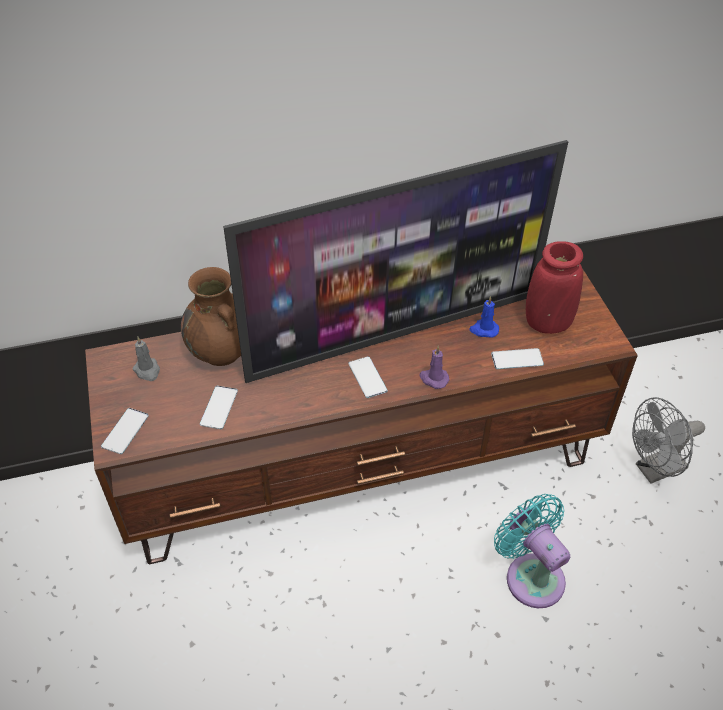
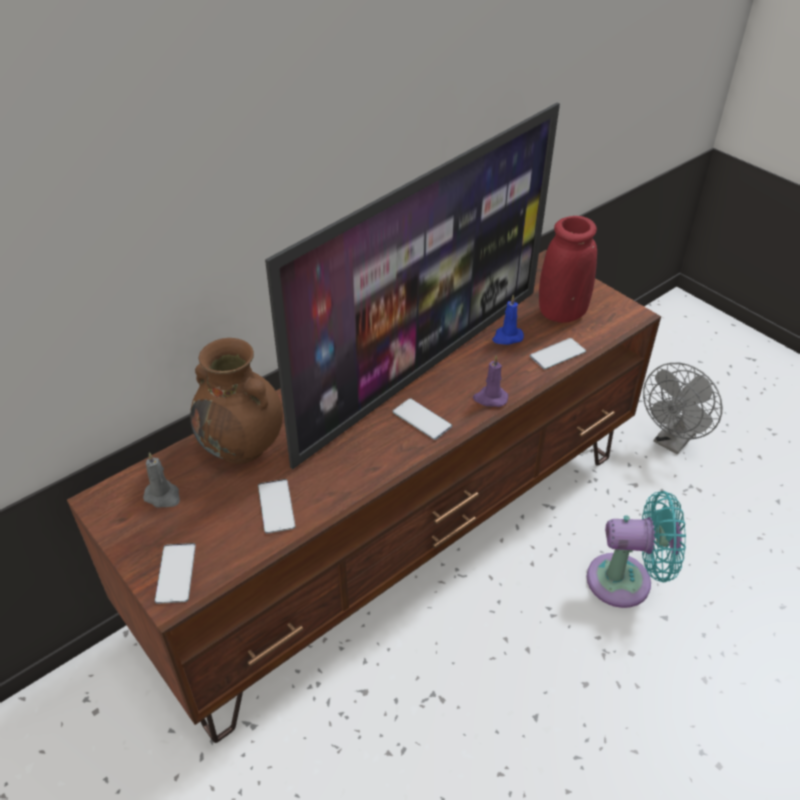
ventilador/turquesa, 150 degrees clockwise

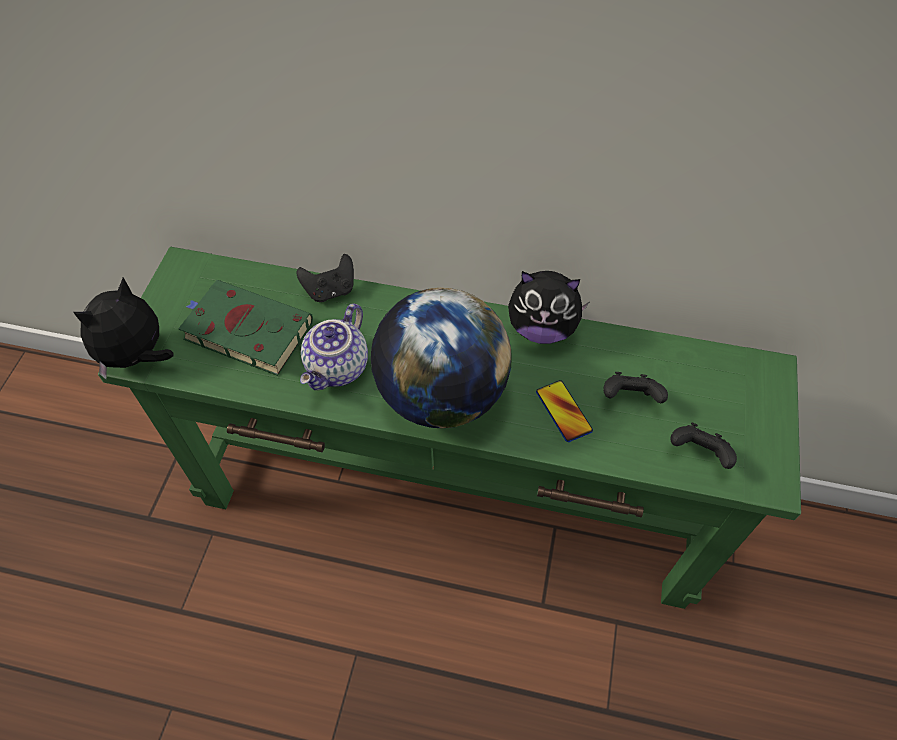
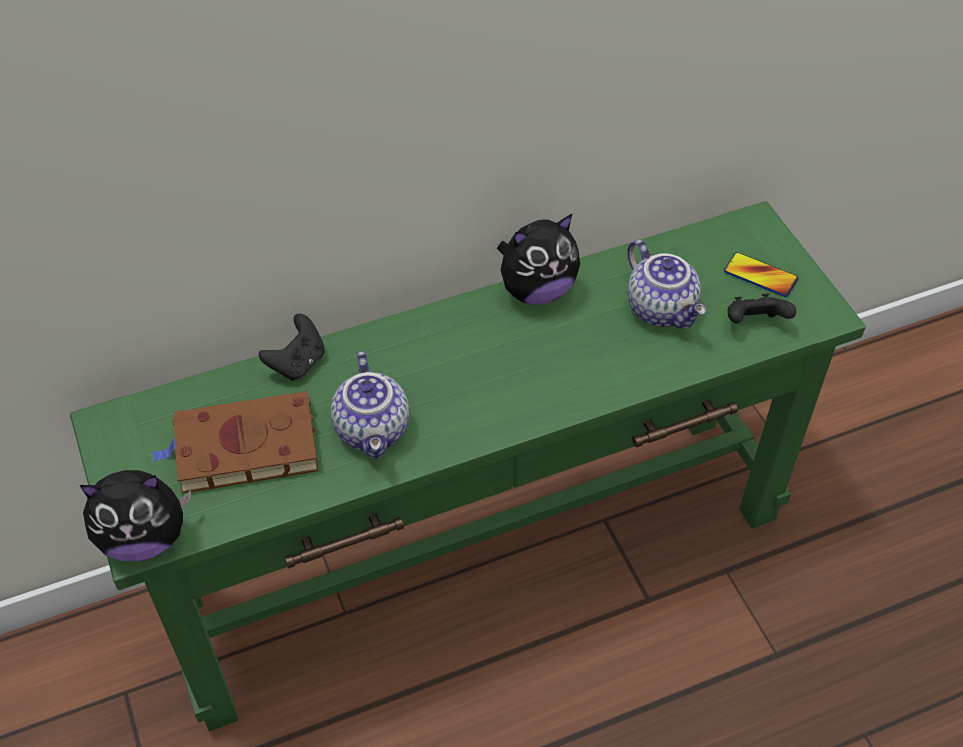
globo terráqueo -> none
móvil, shifted
mando de consola/negro (no. 2 from left) -> tetera (no. 2 from left)
libro/verde -> libro/marrón
peluche (no. 1 from left), 105 degrees counterclockwise

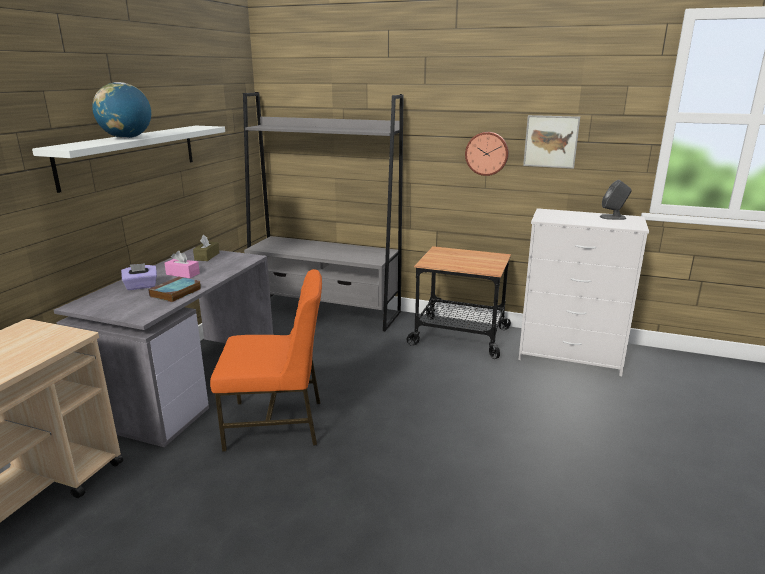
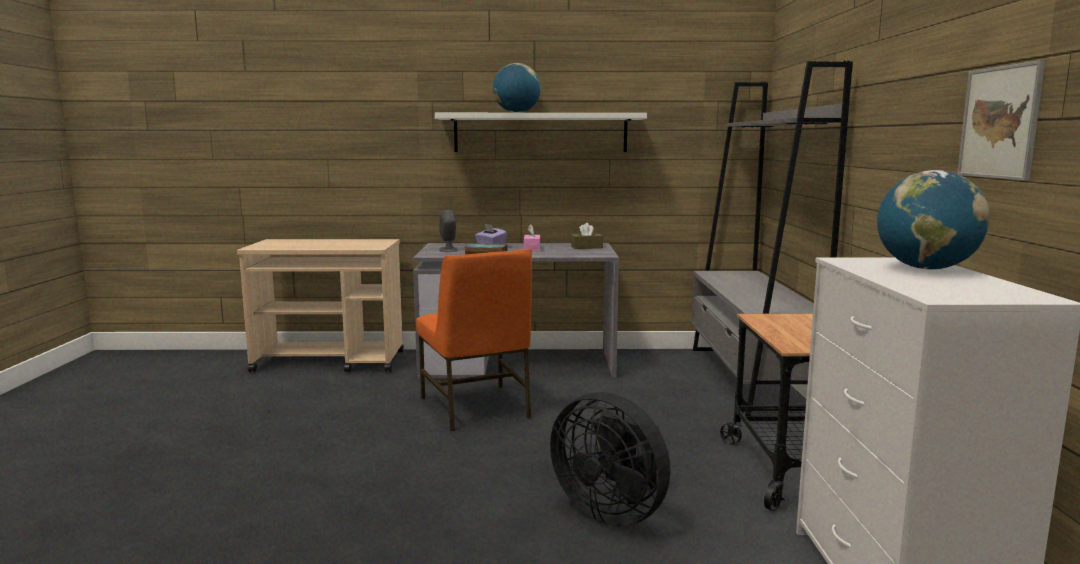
reloj de pared -> none
none -> ventilador/negro
none -> globo terráqueo (no. 2 from left)
altavoz/gris, shifted

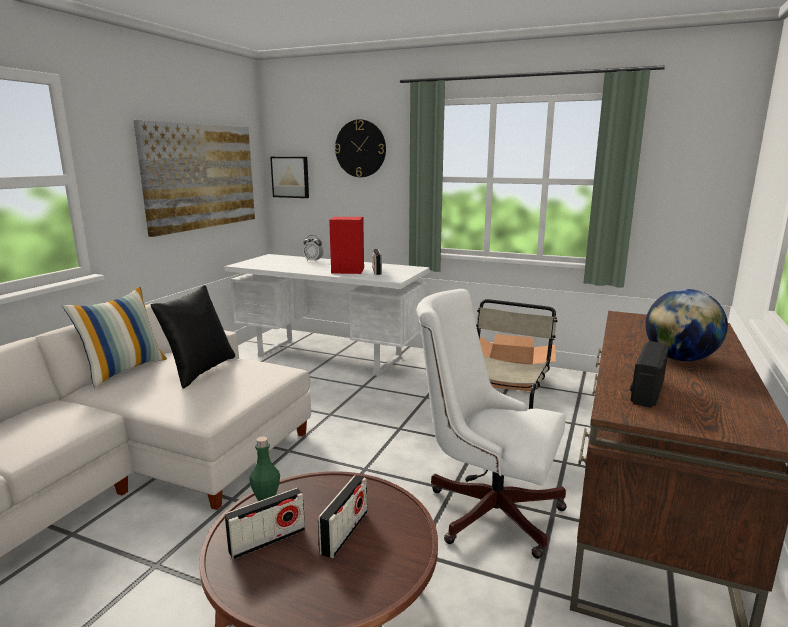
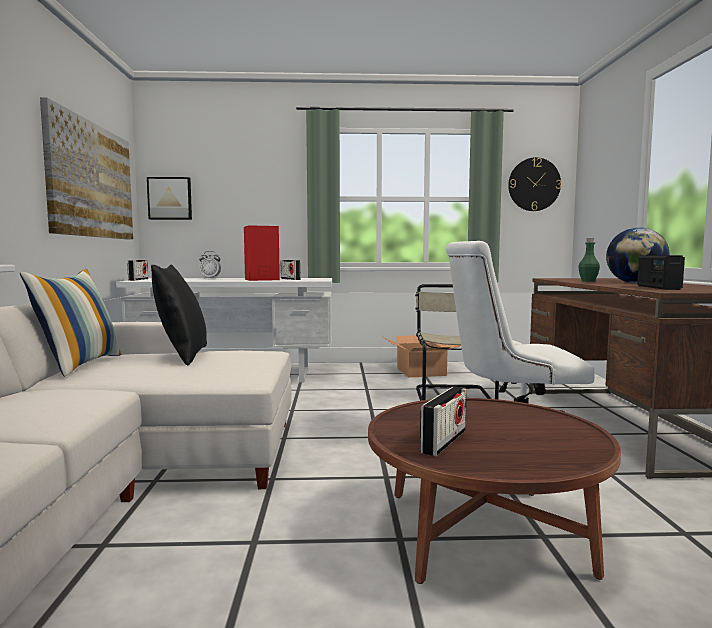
botella/verde, shifted
radio (no. 2 from left in the first image) -> radio (no. 1 from left), shifted
reloj de pared, shifted

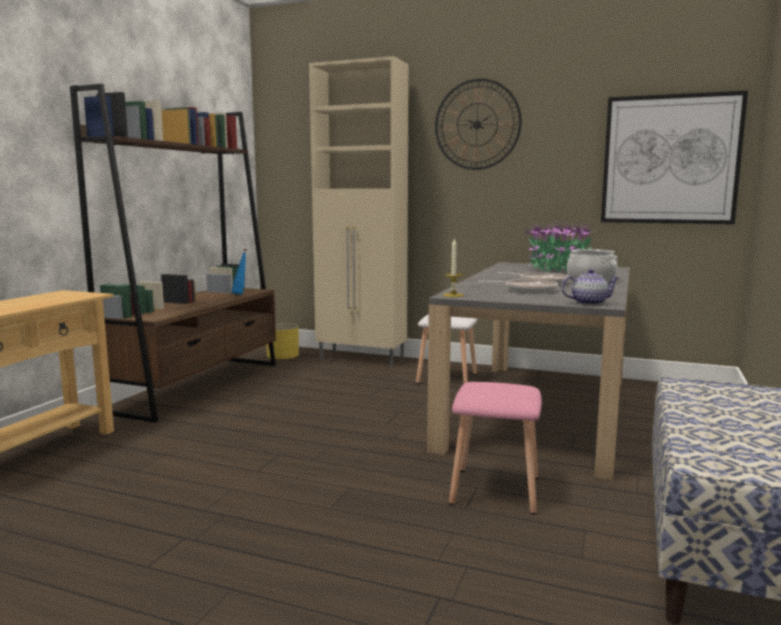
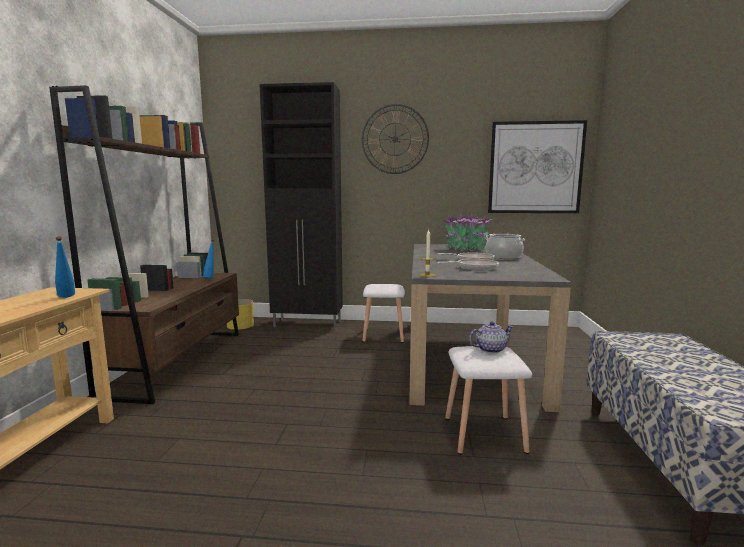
none -> botella/azul (no. 1 from left)
tetera, shifted
armario/beis -> armario/negro
taburete/rosa -> taburete/blanco (no. 2 from left)

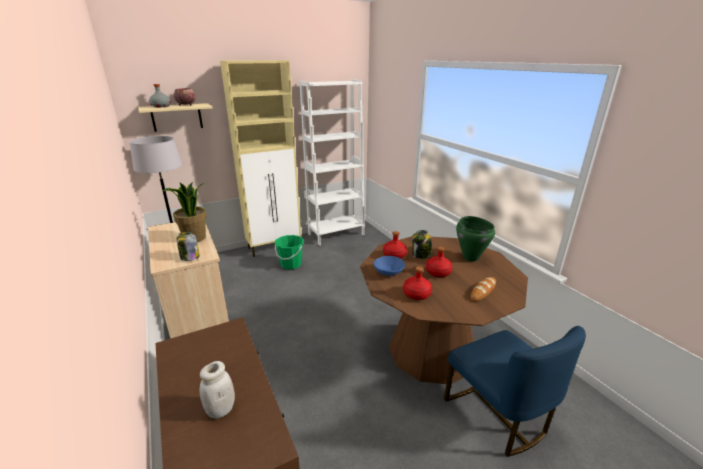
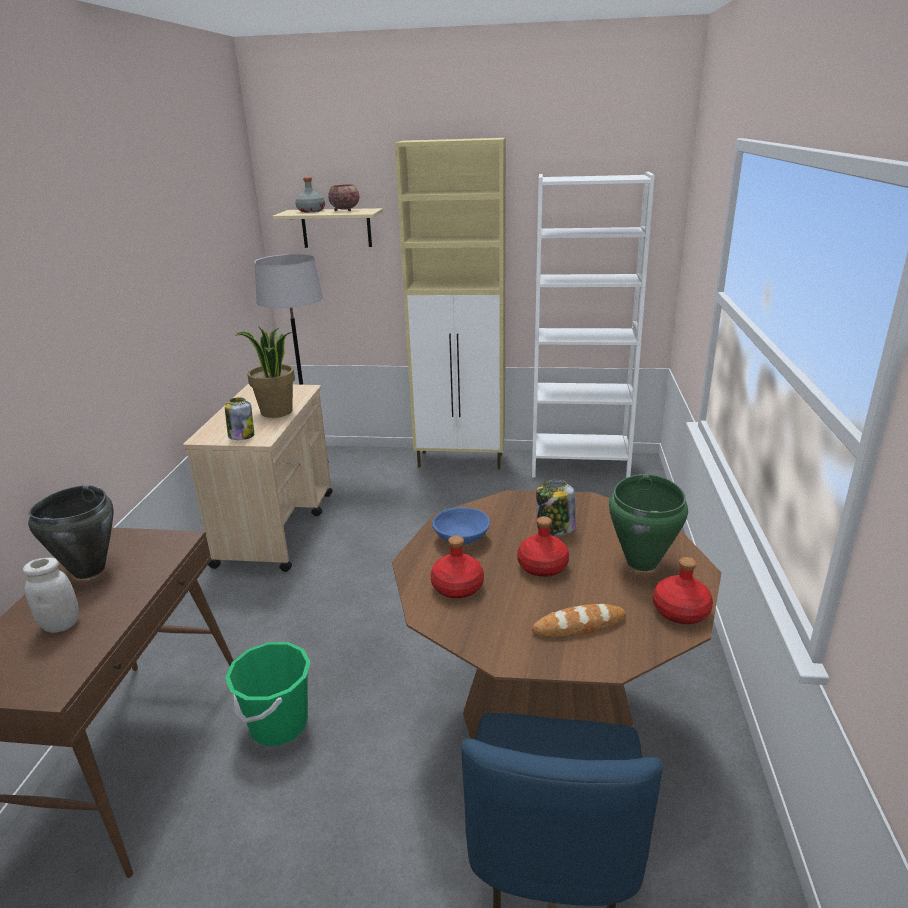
none -> olla/negro
cubo/verde, shifted
botella/rojo (no. 1 from left in the first image) -> botella/rojo (no. 3 from left), shifted

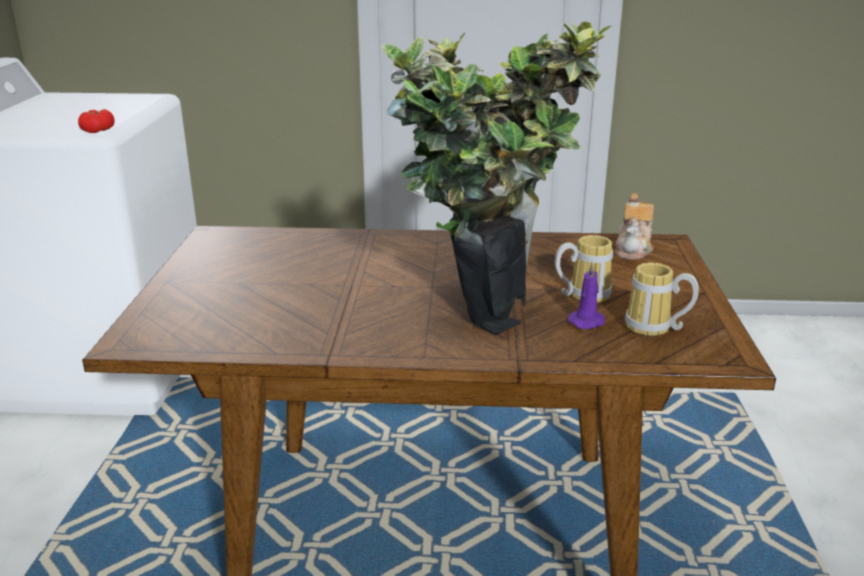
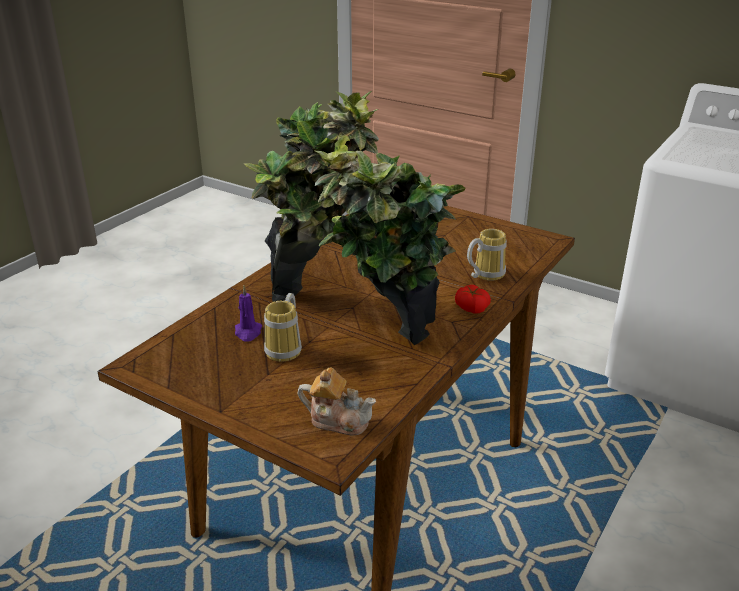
tomate, shifted
taza grande (no. 2 from left), shifted
tetera, 150 degrees clockwise

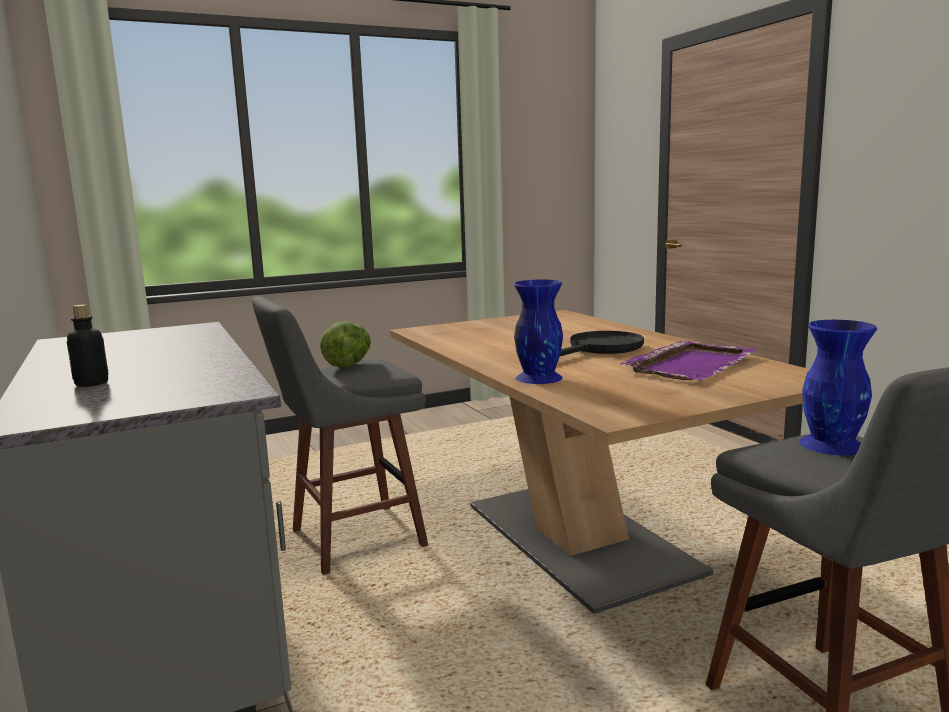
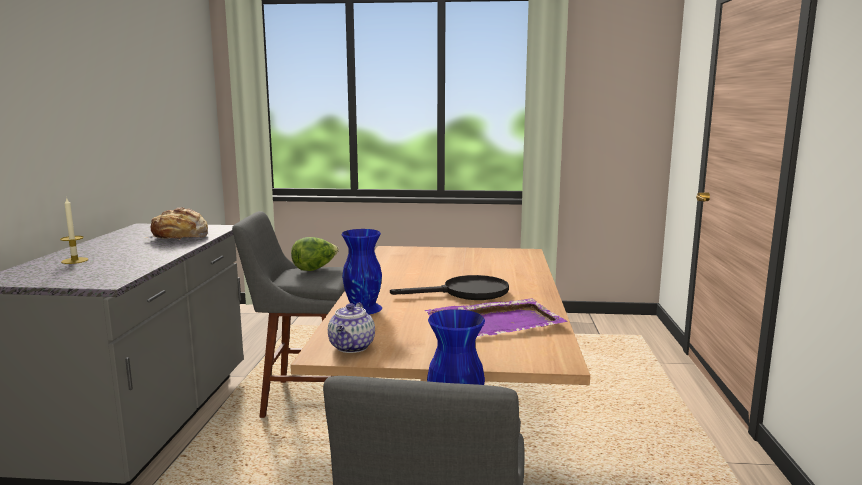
none -> pan
none -> tetera
botella -> vela

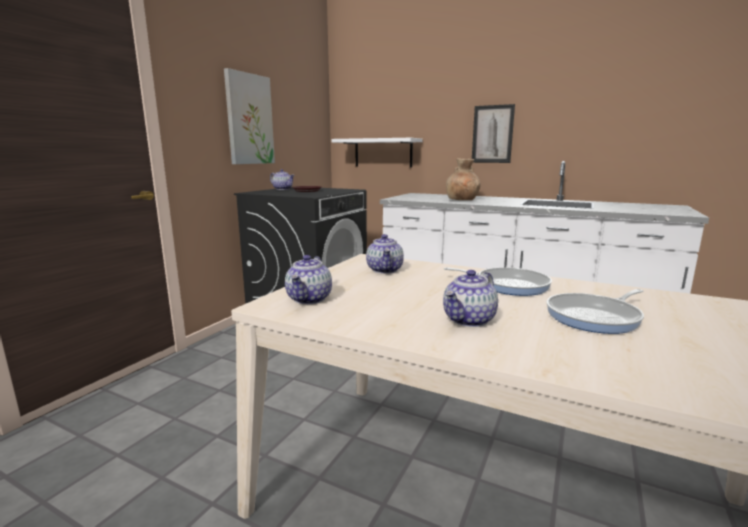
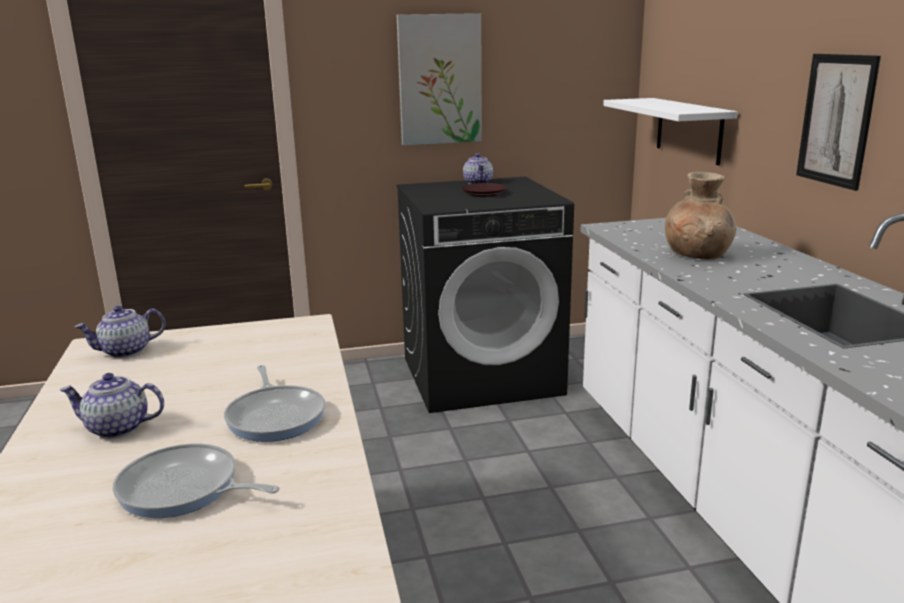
tetera (no. 3 from left) -> none

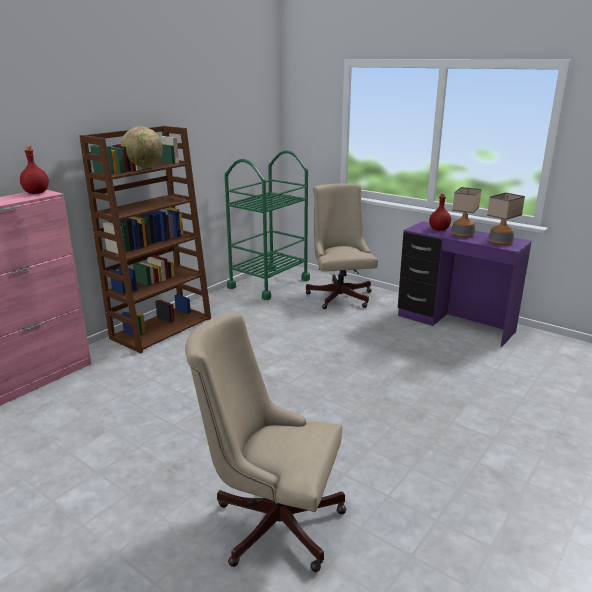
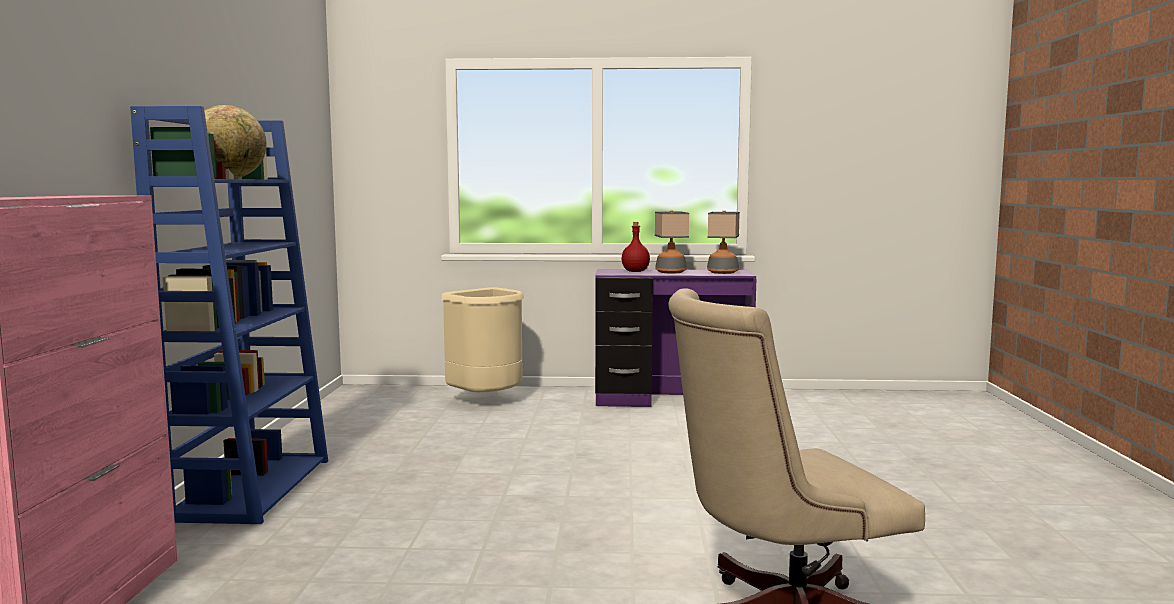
botella/rojo (no. 1 from left) -> none
carrito/verde -> none
silla de oficina/beis (no. 2 from left) -> papelera/beis
estantería/marrón -> estantería/azul

